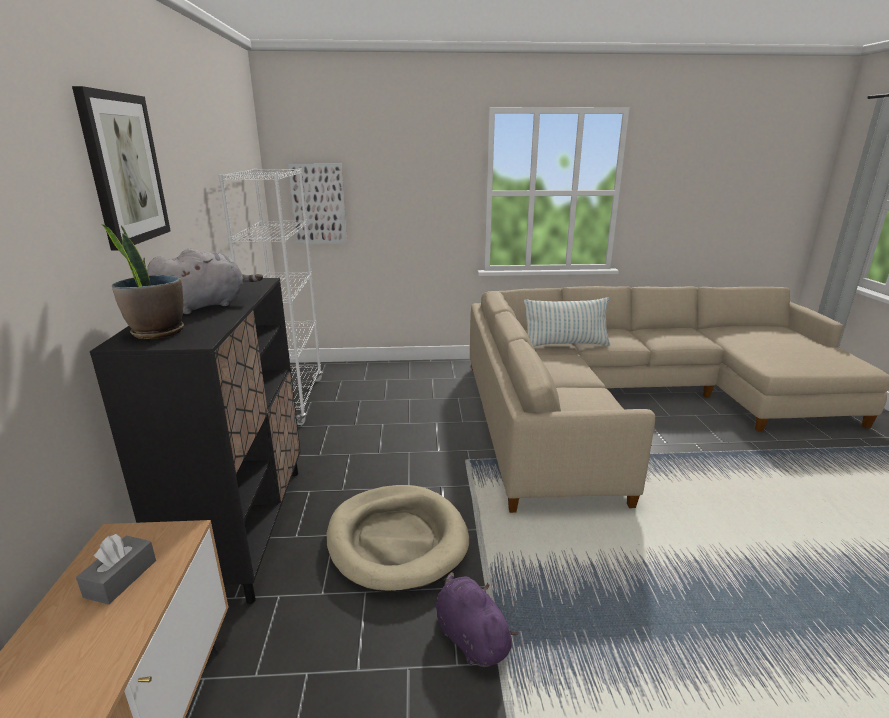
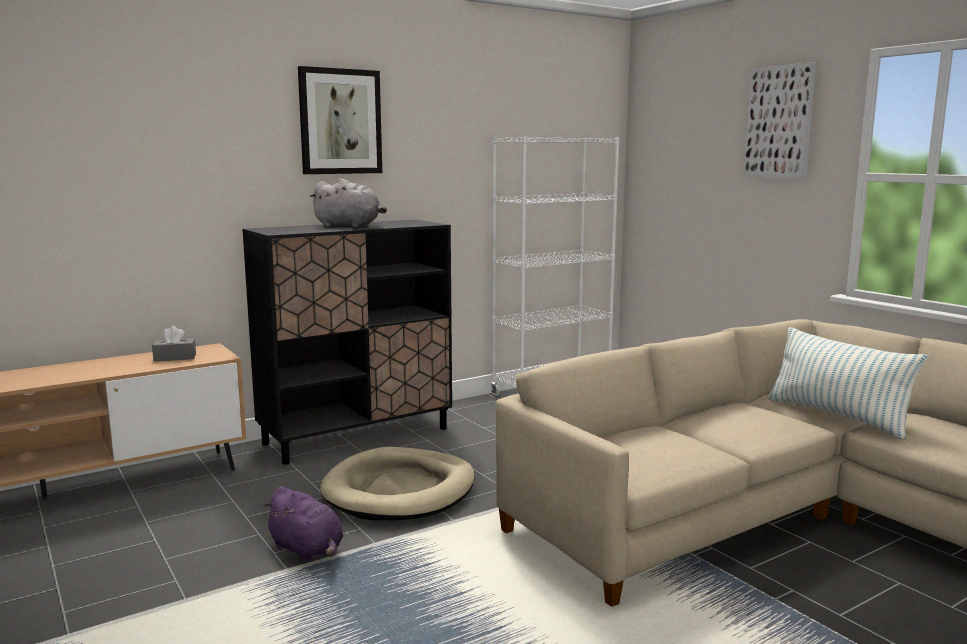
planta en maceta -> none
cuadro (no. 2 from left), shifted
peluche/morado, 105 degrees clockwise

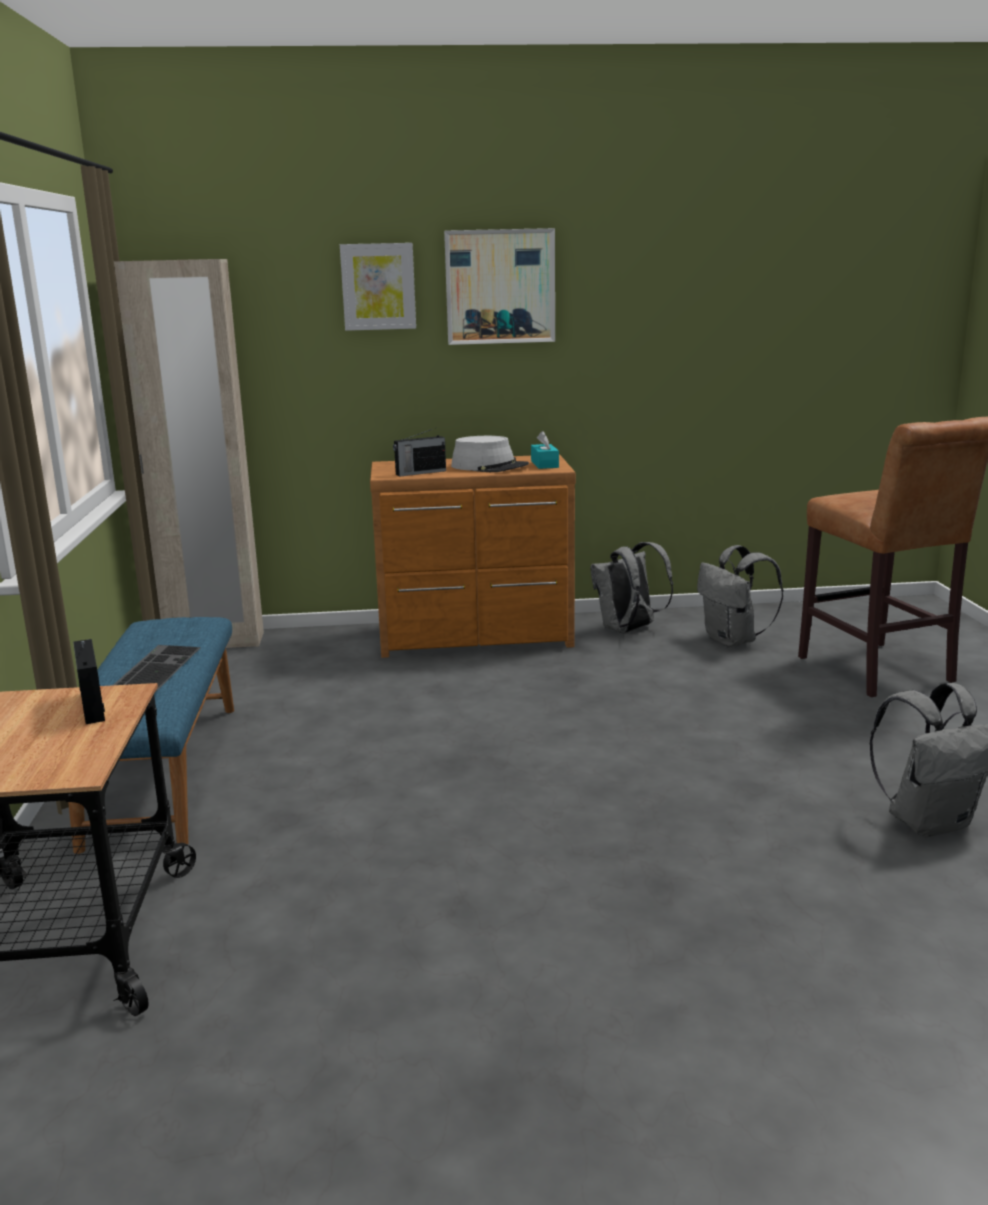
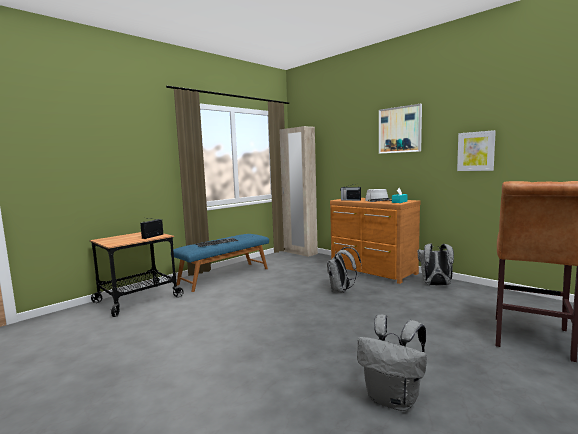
cuadro (no. 1 from left in the first image) -> cuadro (no. 2 from left), shifted
mochila/gris (no. 2 from left in the first image) -> mochila/gris (no. 1 from left), shifted

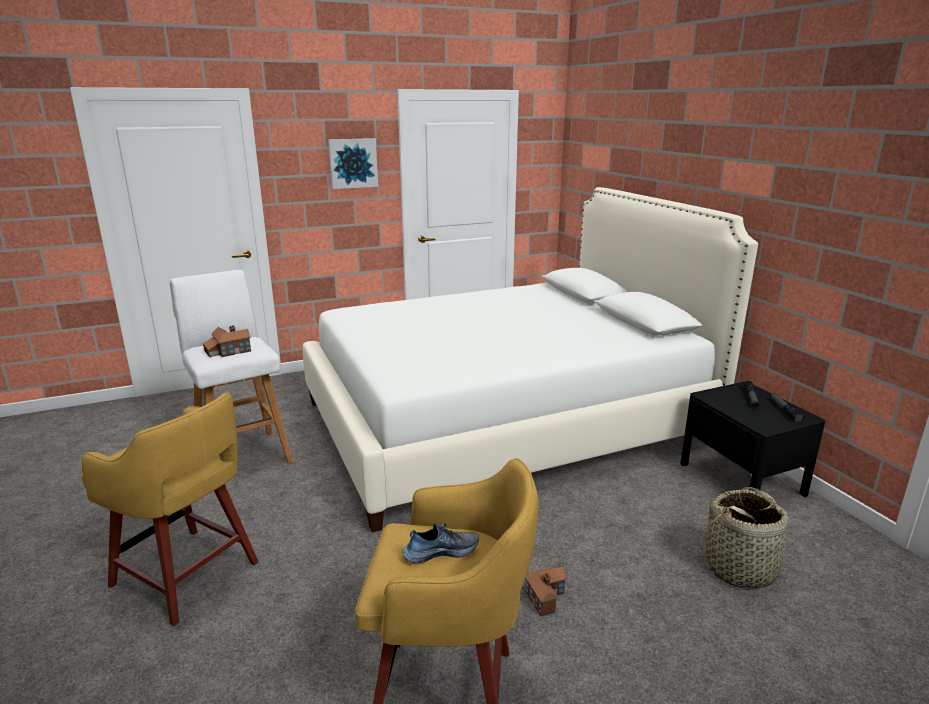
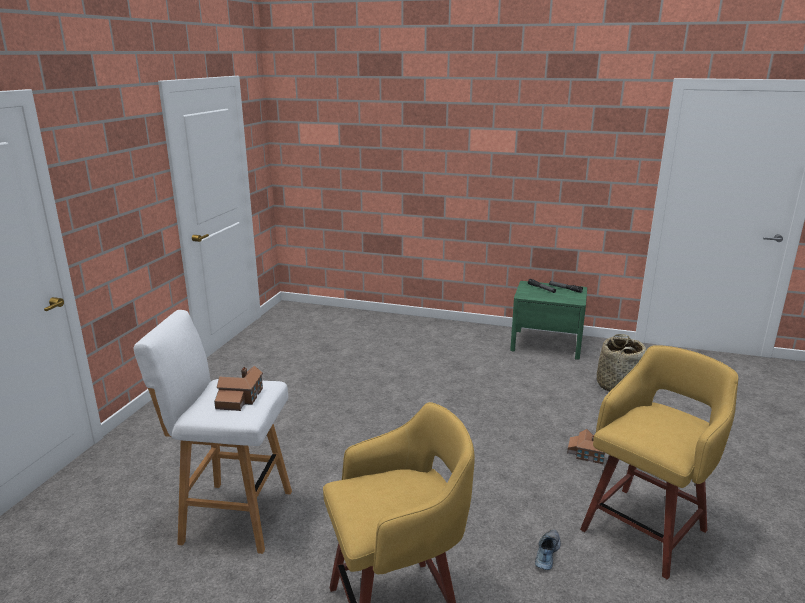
cama/blanco -> none
cuadro -> none
zapato, shifted
mesita de noche/negro -> mesita de noche/verde

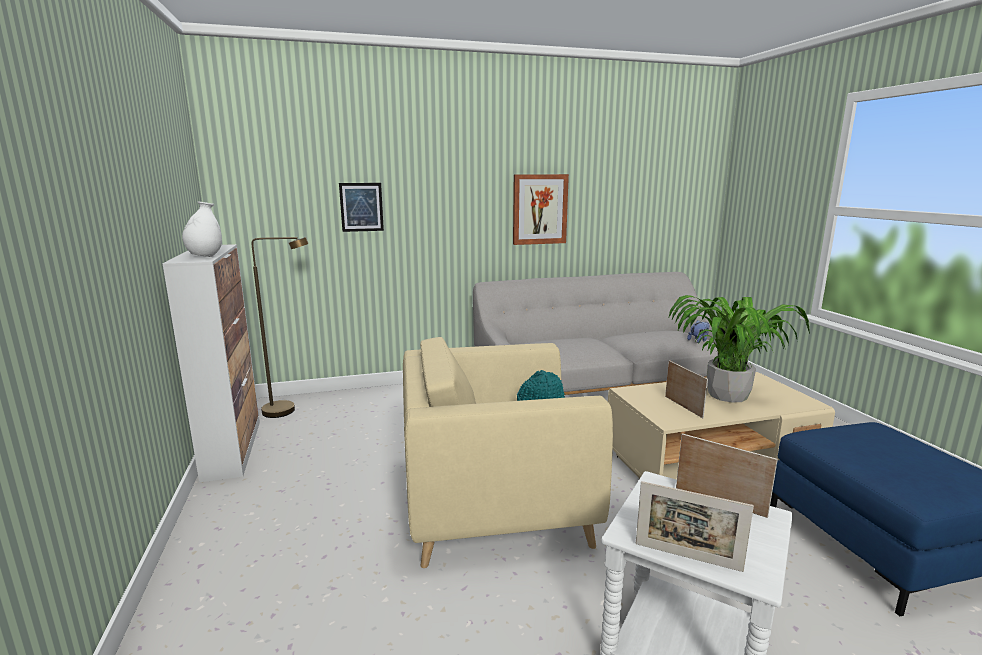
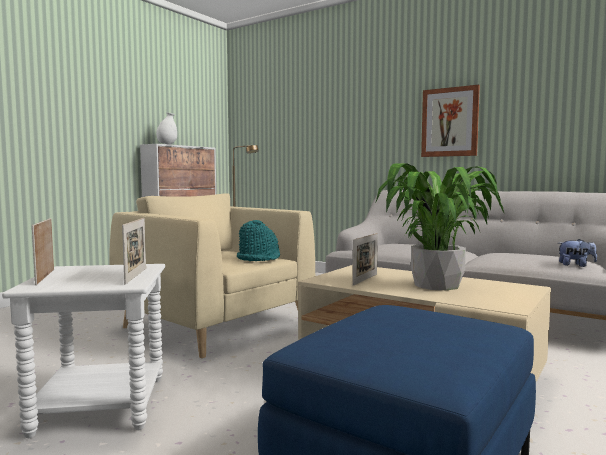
cuadro (no. 1 from left) -> none

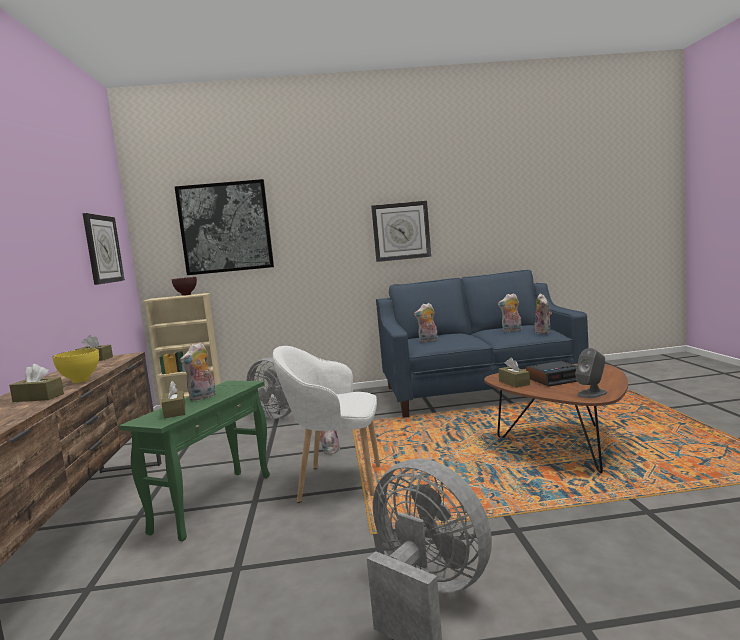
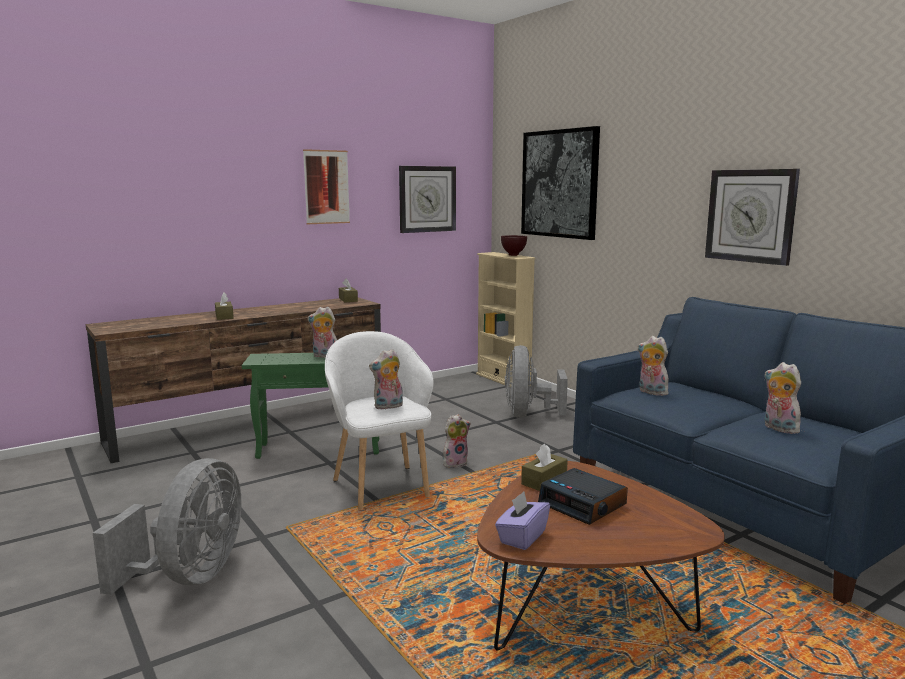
cuenco/amarillo -> none
caja de pañuelos/marrón (no. 3 from left) -> none
none -> cuadro (no. 1 from left)
peluche (no. 5 from left in the first image) -> peluche (no. 2 from left), shifted
altavoz/gris -> caja de pañuelos/morado

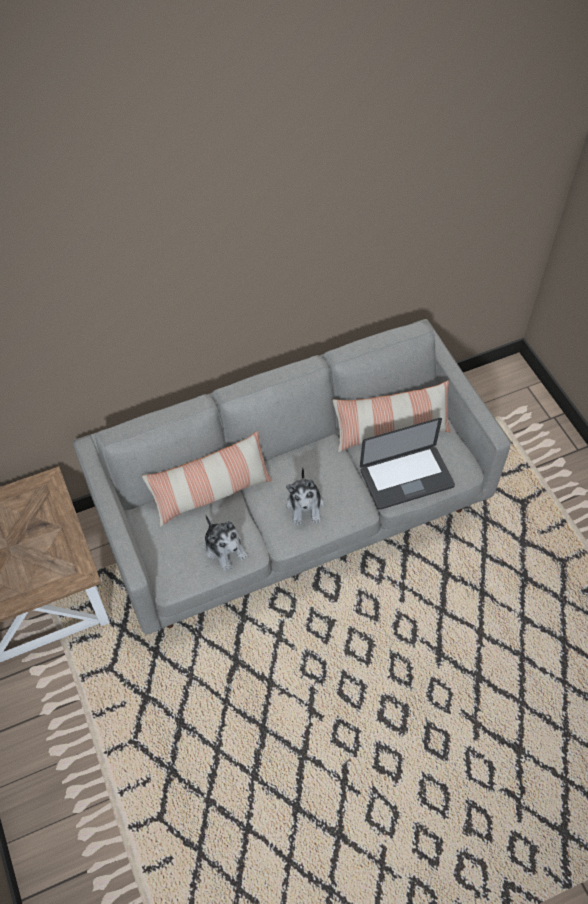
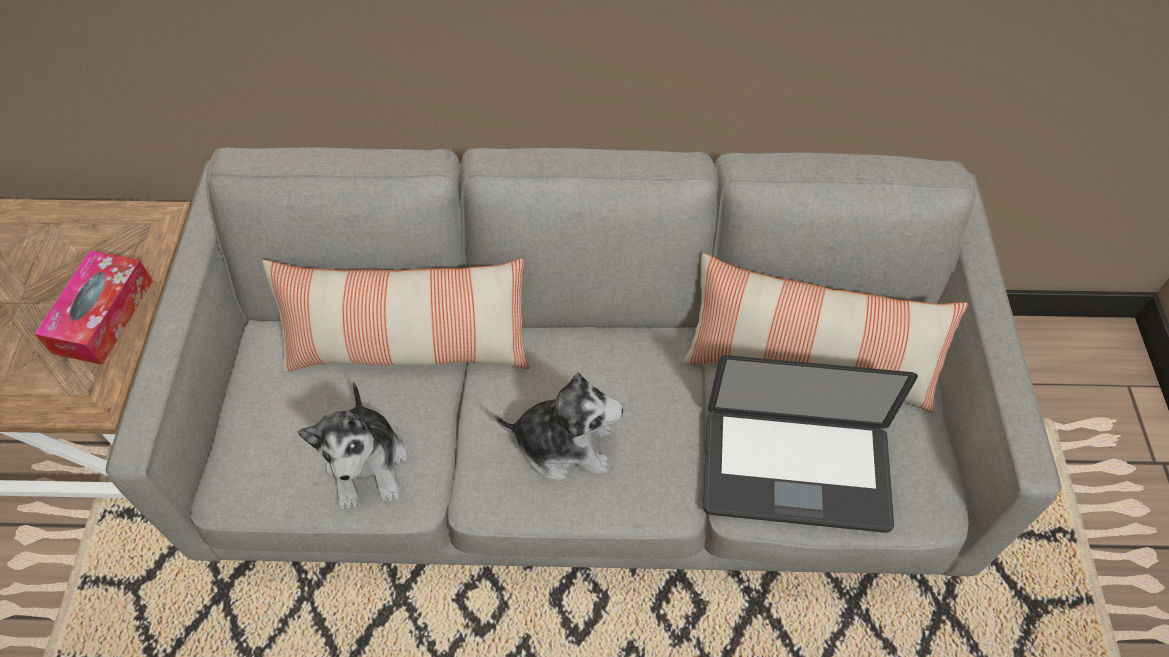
none -> caja de pañuelos
peluche (no. 2 from left), 105 degrees counterclockwise

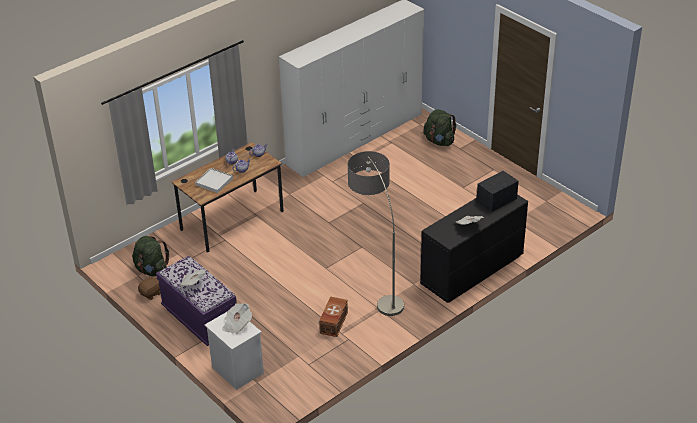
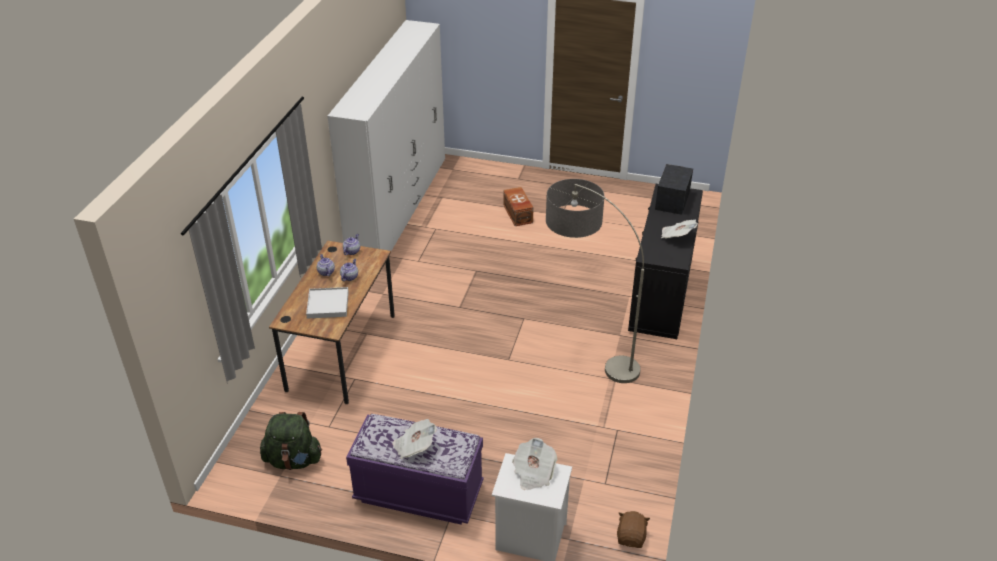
mochila/verde (no. 2 from left) -> none
peluche/marrón, shifted
caja de almacenaje/marrón, shifted

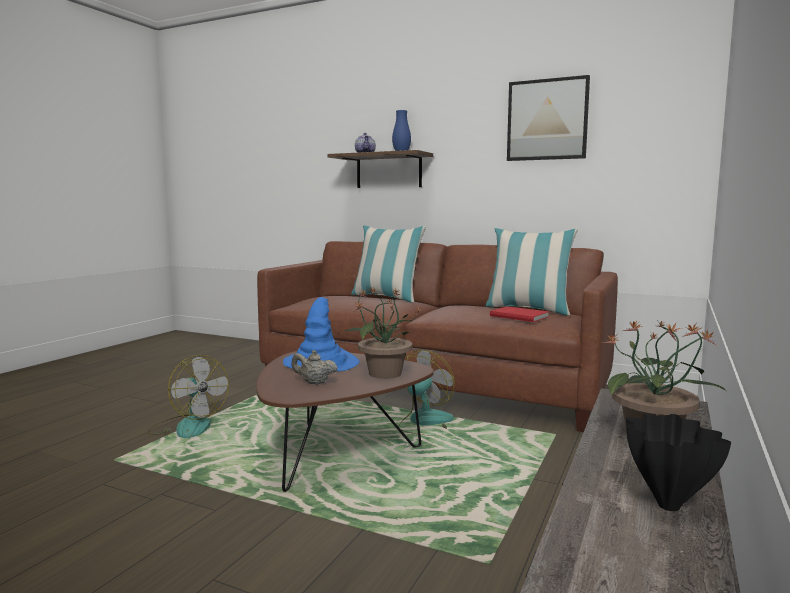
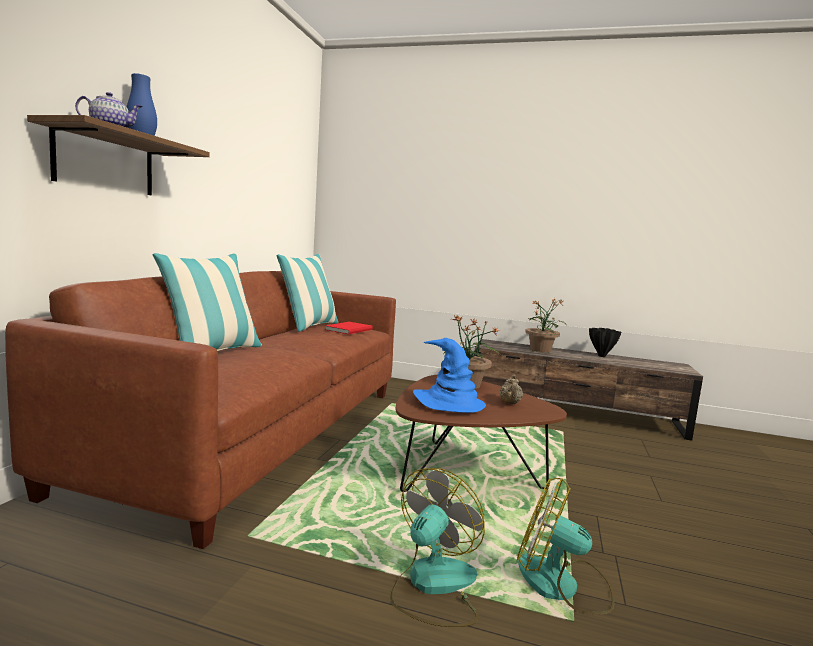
cuadro -> none
ventilador (no. 2 from left), shifted

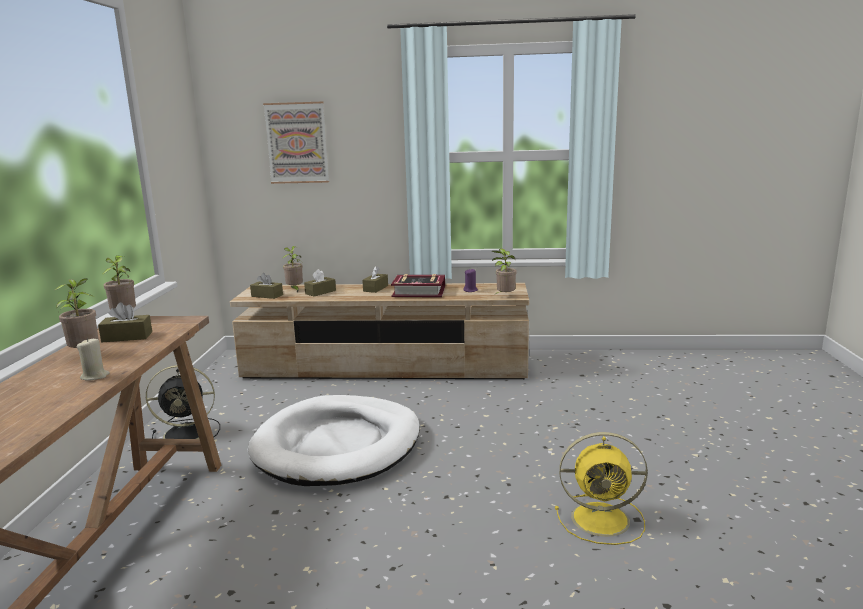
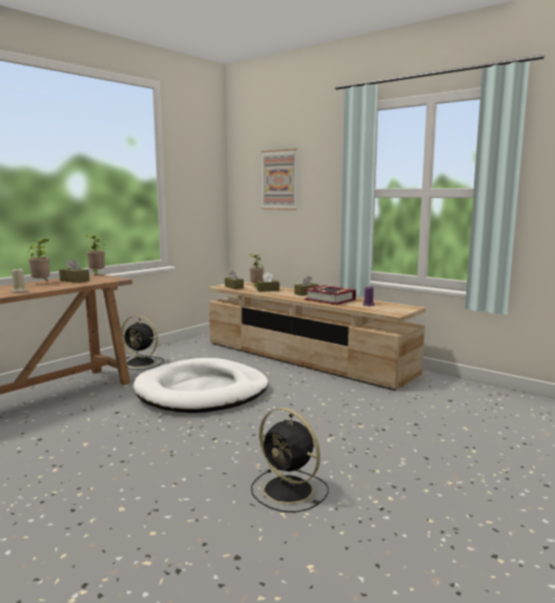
planta en maceta (no. 4 from left) -> none
ventilador/amarillo -> ventilador/negro (no. 2 from left)

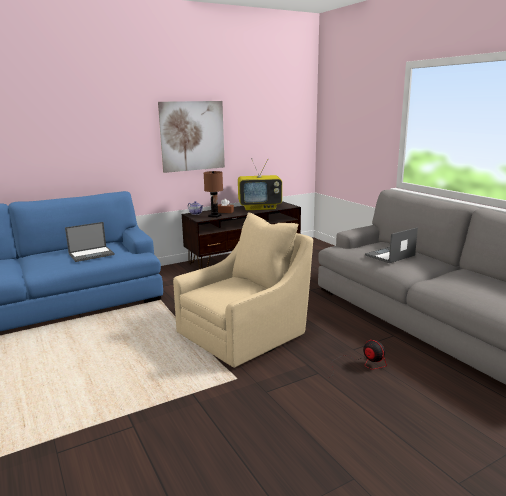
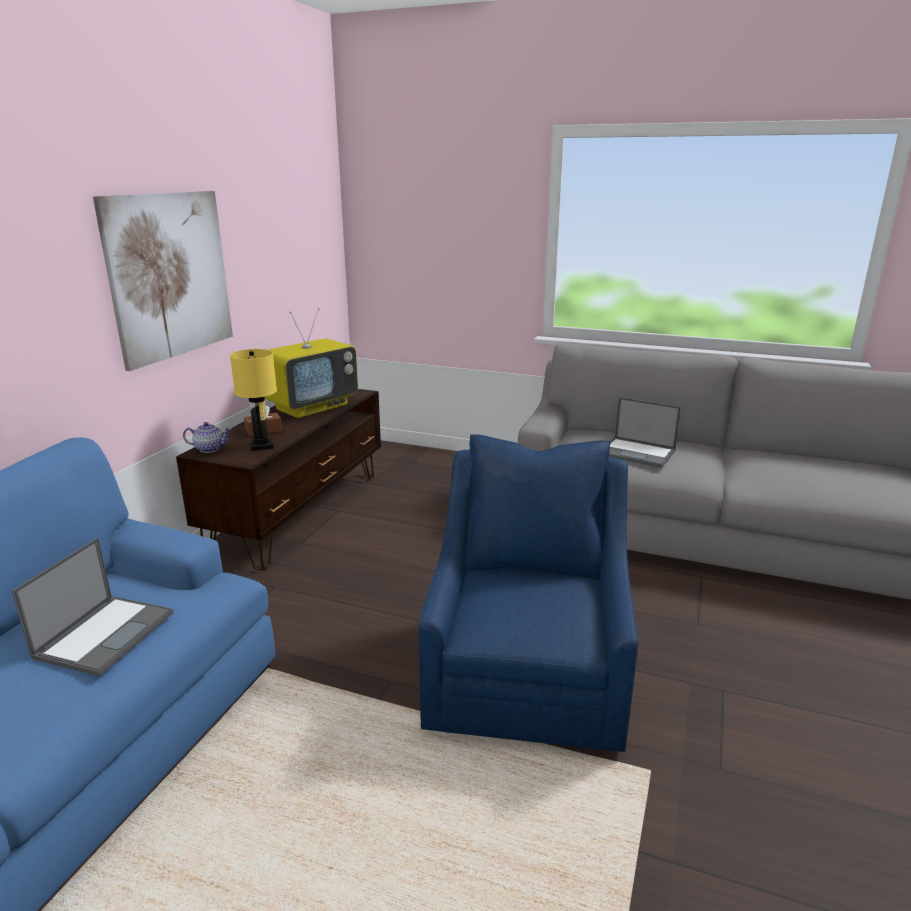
ventilador -> none
sillón/beis -> sillón/azul
lámpara de mesa/marrón -> lámpara de mesa/amarillo
portátil (no. 2 from left), 75 degrees counterclockwise

